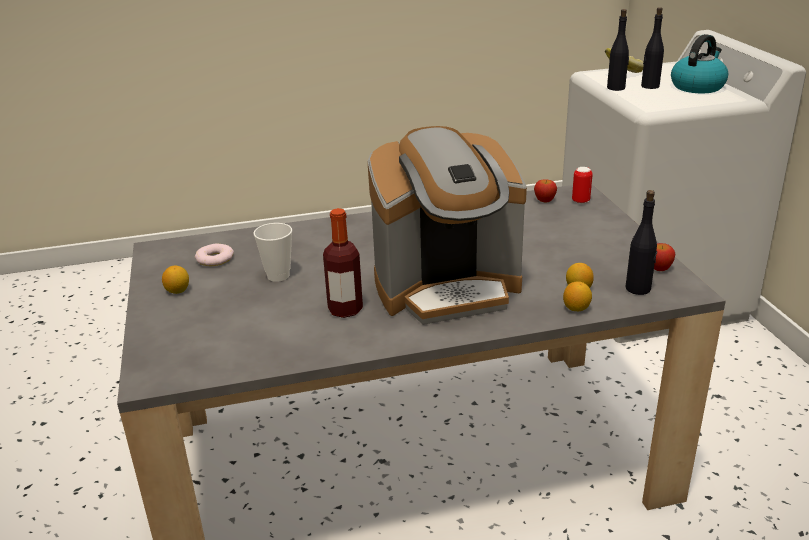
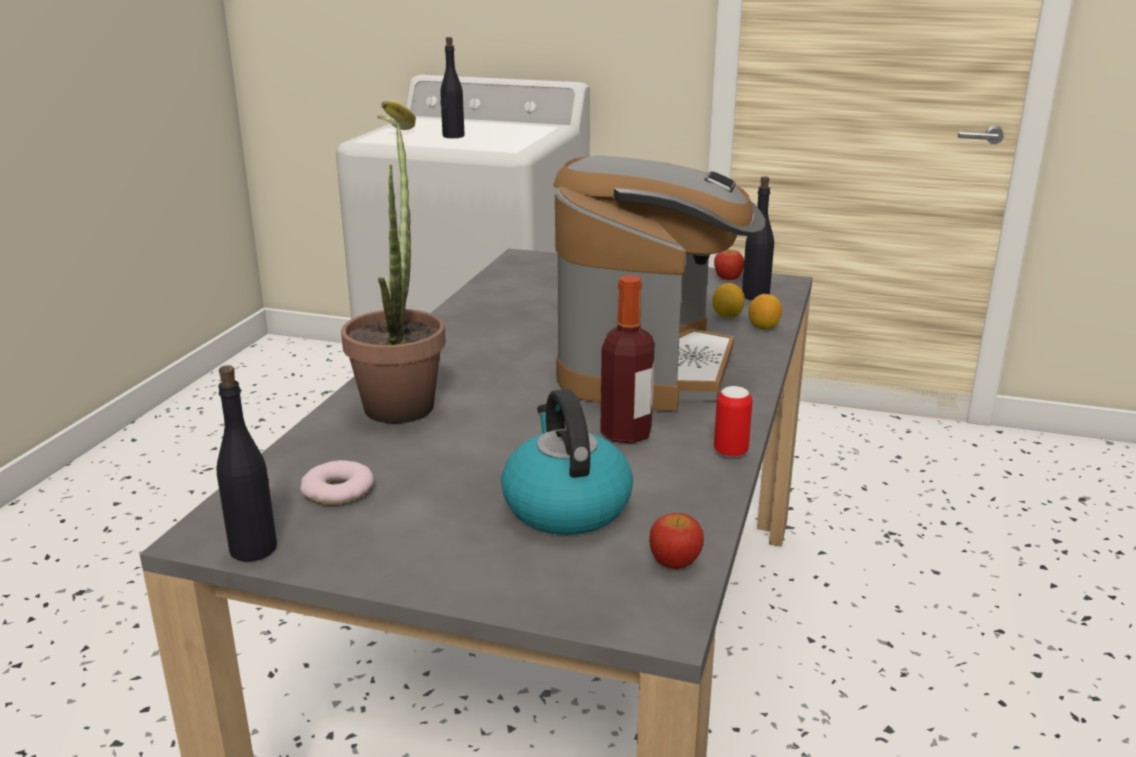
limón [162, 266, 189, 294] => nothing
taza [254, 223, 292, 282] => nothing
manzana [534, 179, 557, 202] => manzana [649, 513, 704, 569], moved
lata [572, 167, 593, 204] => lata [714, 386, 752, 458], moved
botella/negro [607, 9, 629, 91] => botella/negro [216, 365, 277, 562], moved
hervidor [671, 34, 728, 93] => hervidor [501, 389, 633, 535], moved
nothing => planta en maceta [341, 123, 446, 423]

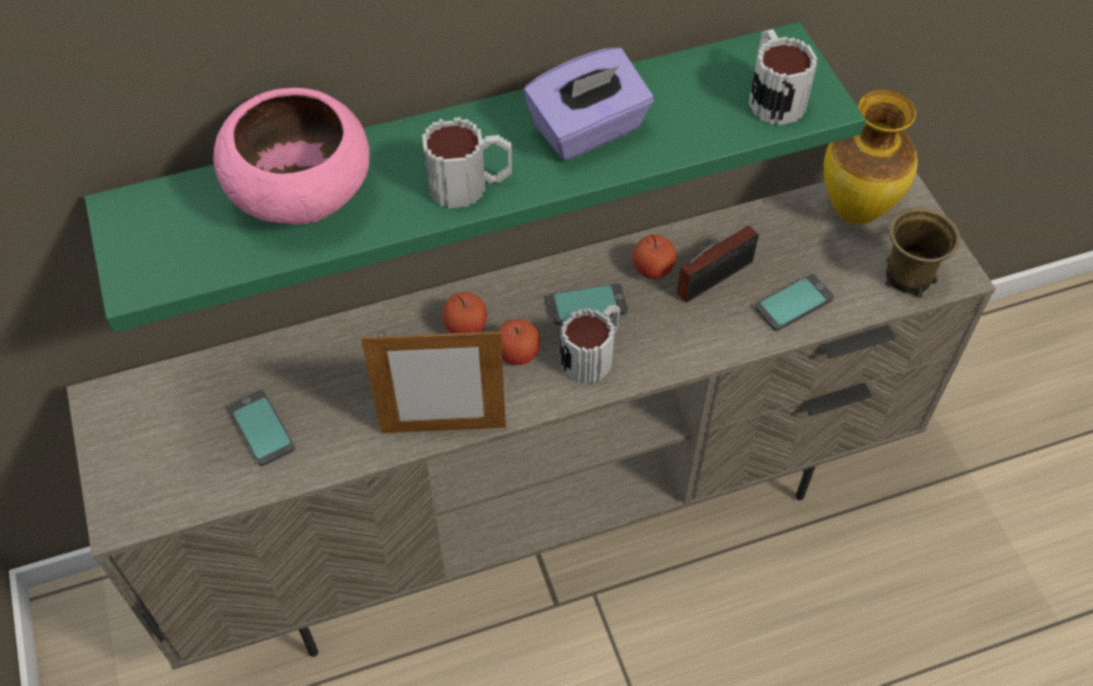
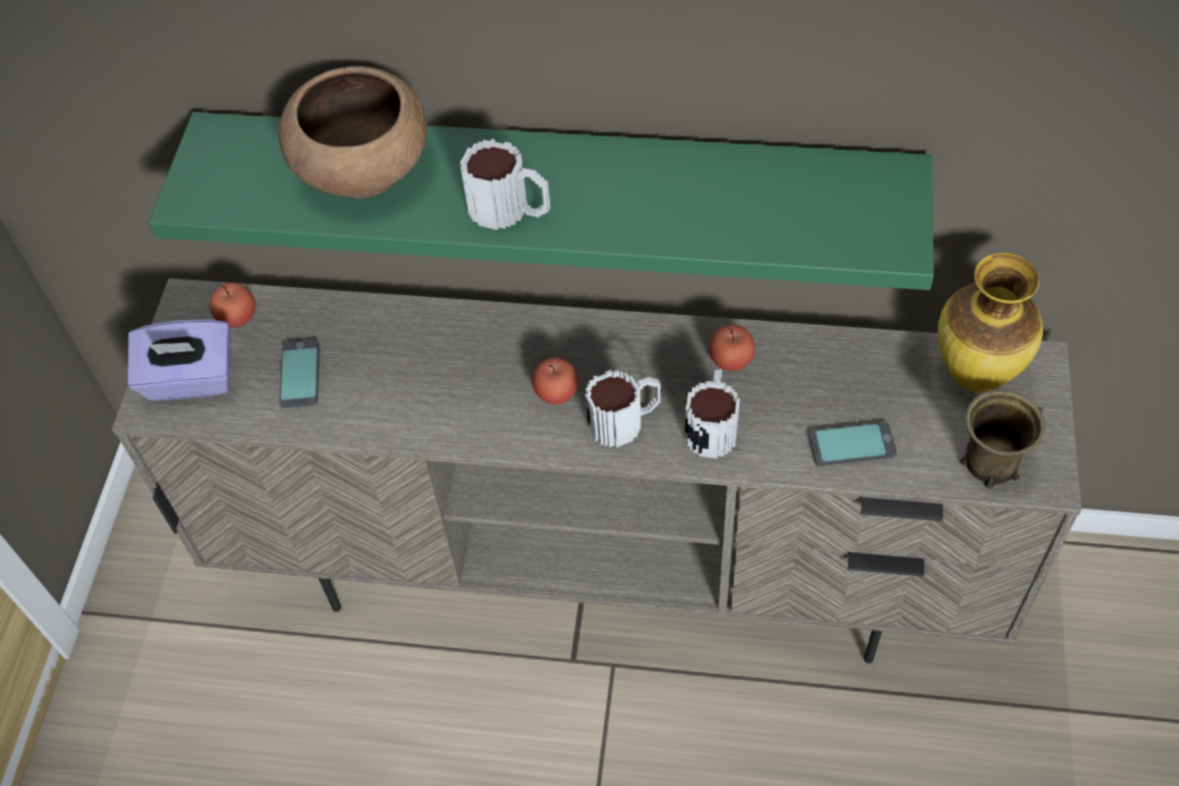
cuenco/rosa [213, 88, 370, 225] => cuenco/marrón [279, 66, 427, 198]
portarretratos [361, 328, 506, 433] => nothing
manzana [442, 292, 487, 333] => manzana [210, 283, 256, 328], moved
caja de pañuelos/morado [524, 47, 654, 161] => caja de pañuelos/morado [128, 320, 231, 401], moved
móvil [548, 283, 628, 325] => nothing
radio [677, 199, 766, 303] => nothing
taza grande [749, 29, 817, 125] => taza grande [685, 368, 740, 459], moved

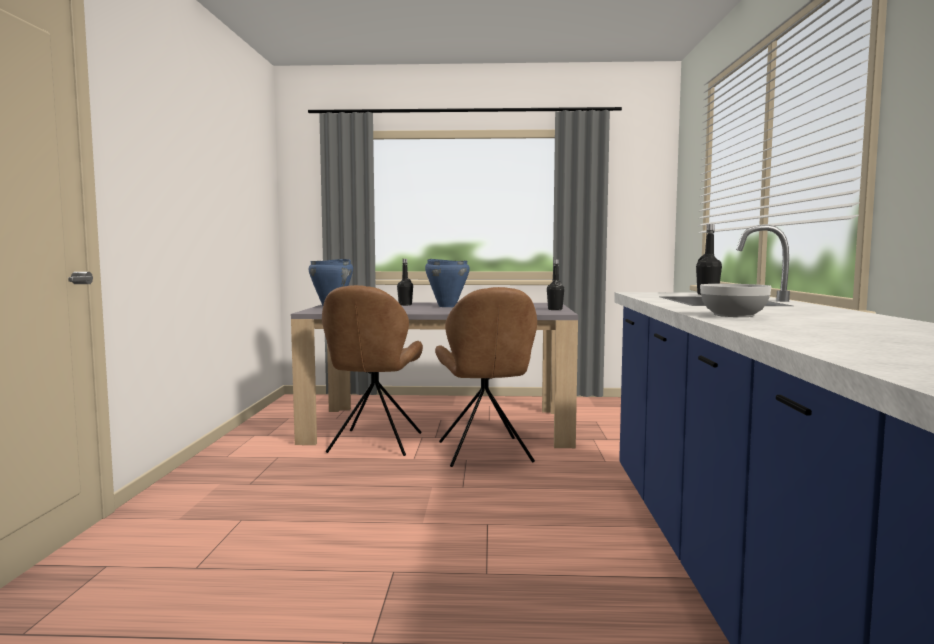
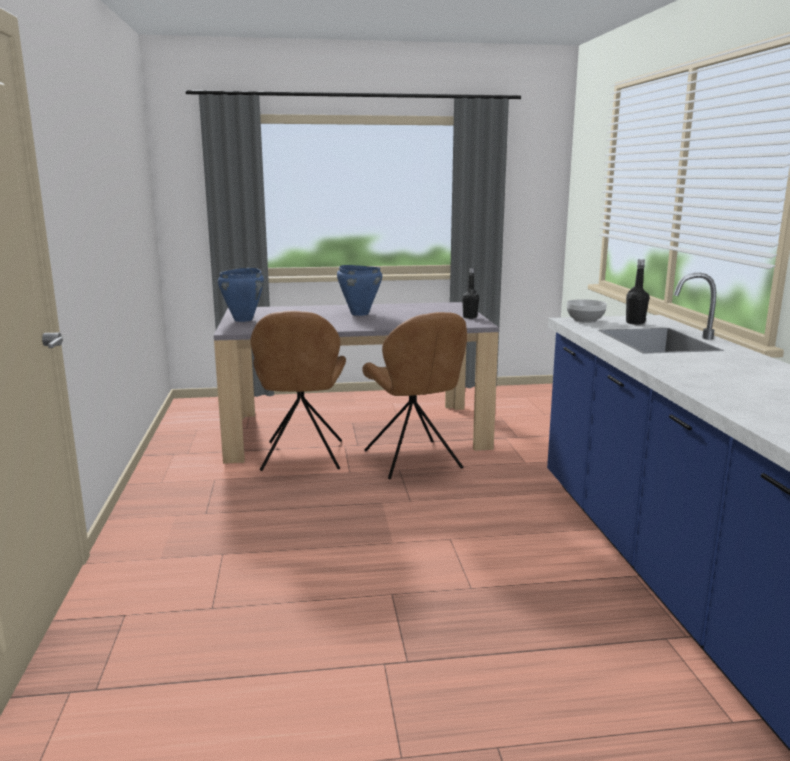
botella/negro [397, 259, 413, 306] => nothing
cuenco [700, 284, 771, 317] => cuenco [567, 299, 607, 323], moved

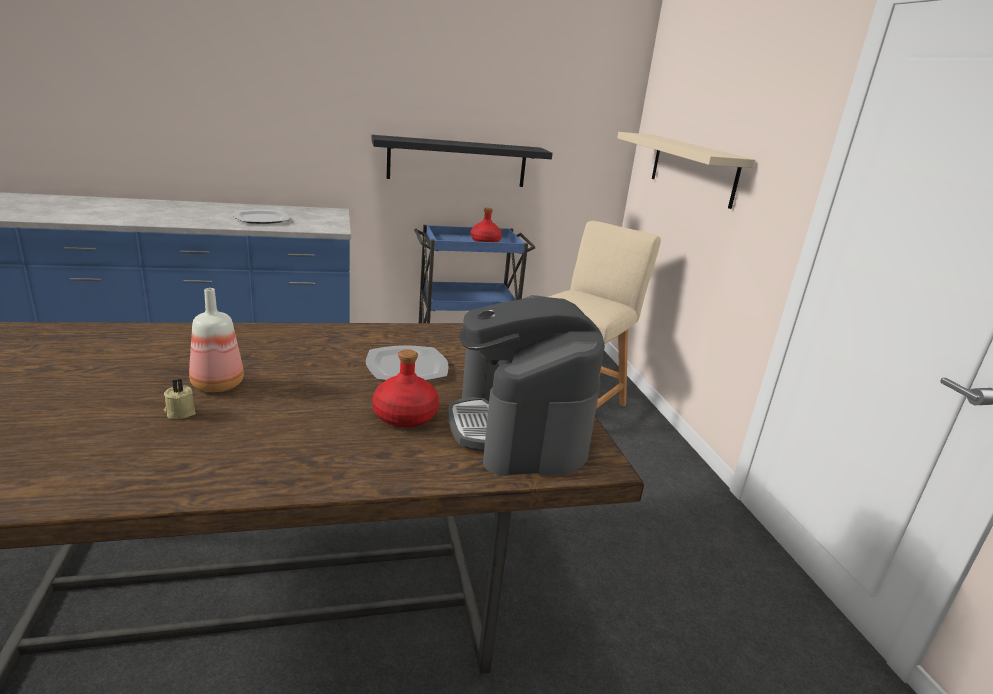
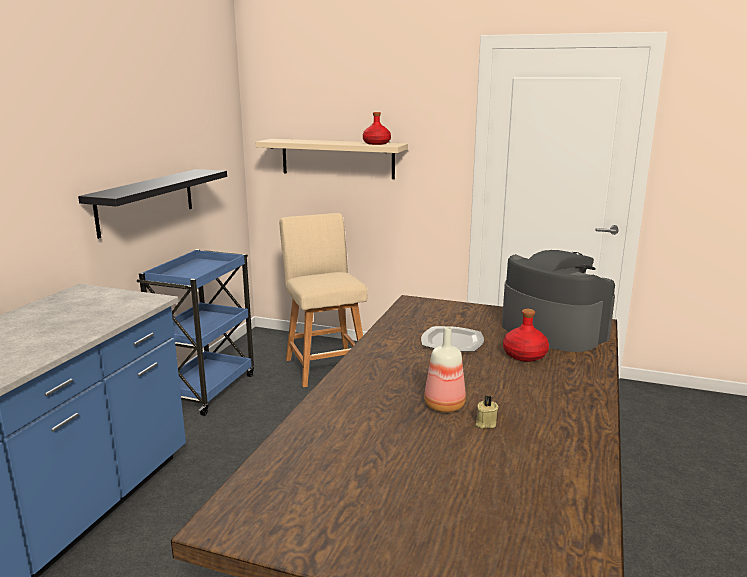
plato [233, 210, 289, 224] => nothing
cafetera [448, 295, 605, 476] => cafetera [502, 250, 615, 352], 150 degrees counterclockwise
botella/rojo [471, 208, 502, 242] => botella/rojo [363, 112, 391, 145], moved

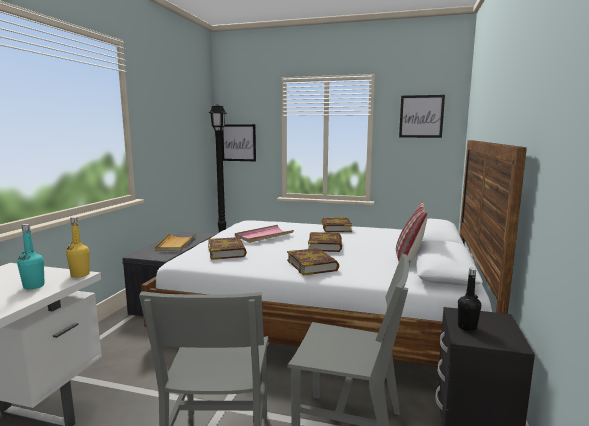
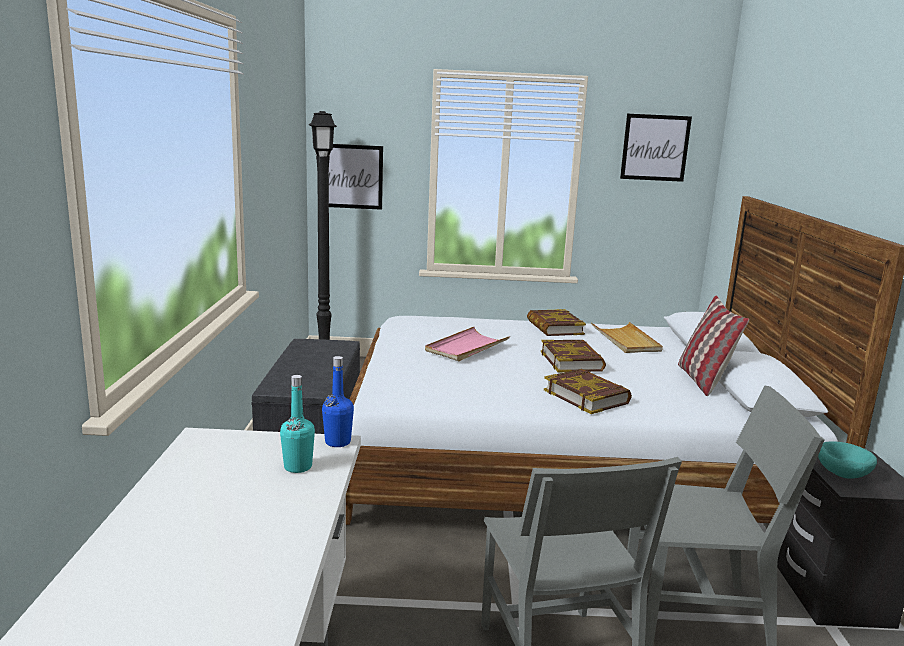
botella/amarillo [66, 217, 90, 278] => botella/azul [322, 356, 354, 447]
bandeja/beis [155, 233, 196, 251] => bandeja/beis [591, 322, 663, 353], moved
libro [208, 237, 247, 260] => nothing
botella/negro [458, 268, 481, 332] => cuenco/turquesa [818, 441, 877, 478]

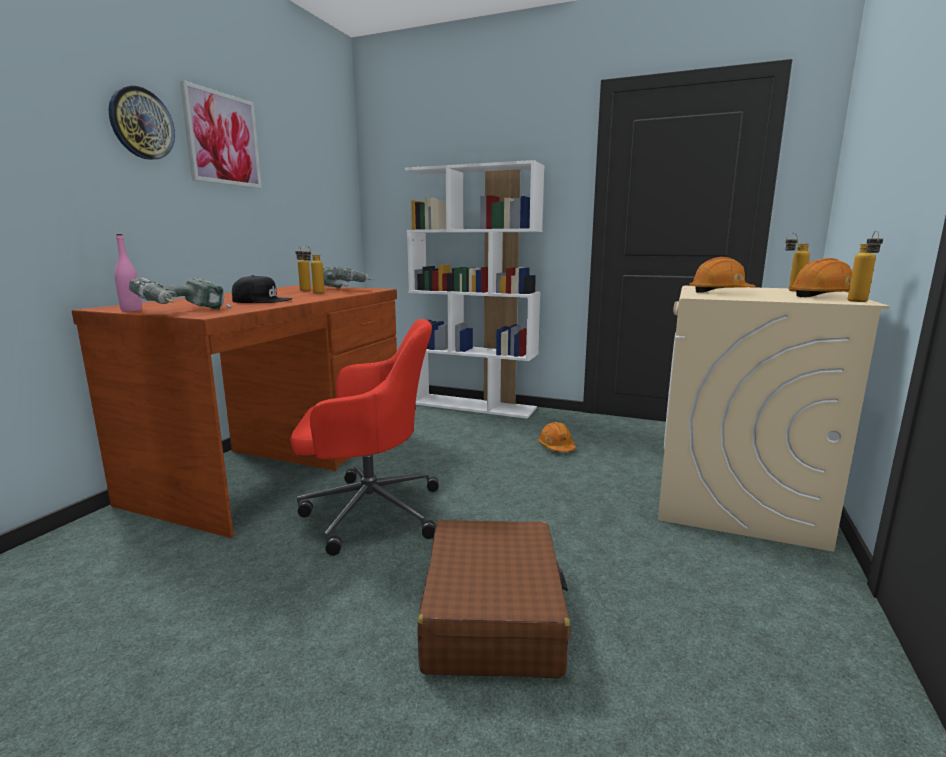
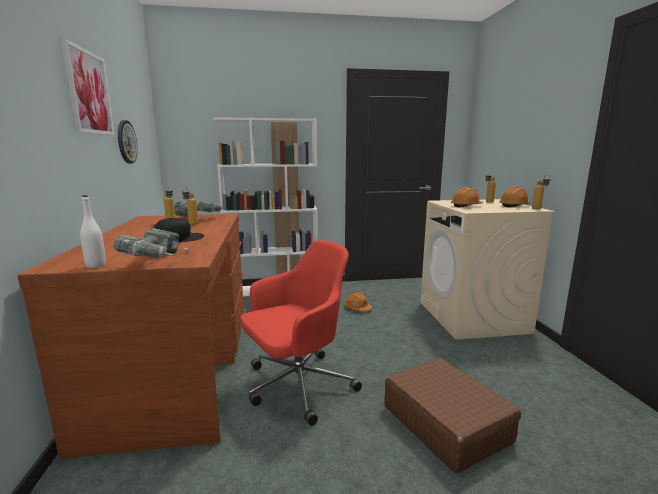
reloj de pared [109, 86, 175, 160] => reloj de pared [118, 120, 138, 164], moved
botella/rosa [115, 234, 142, 312] => botella/blanco [80, 195, 106, 268]

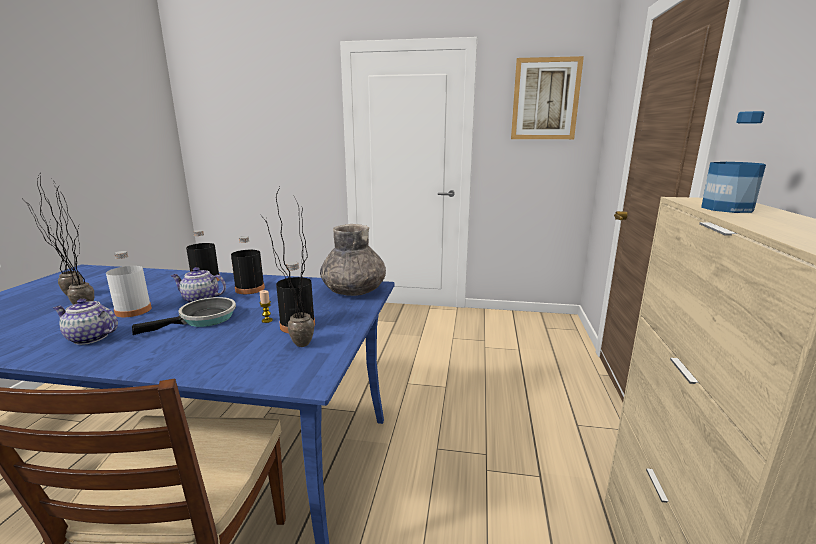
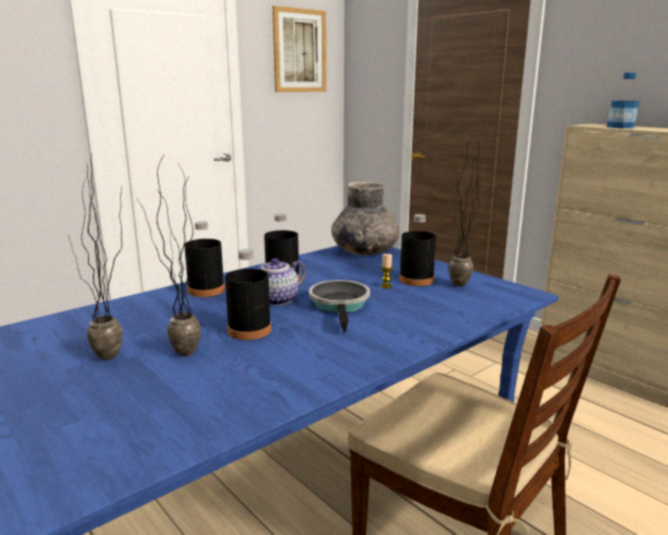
tetera [53, 299, 118, 345] => nothing
botella/blanco [106, 251, 152, 317] => botella/negro [225, 249, 271, 340]

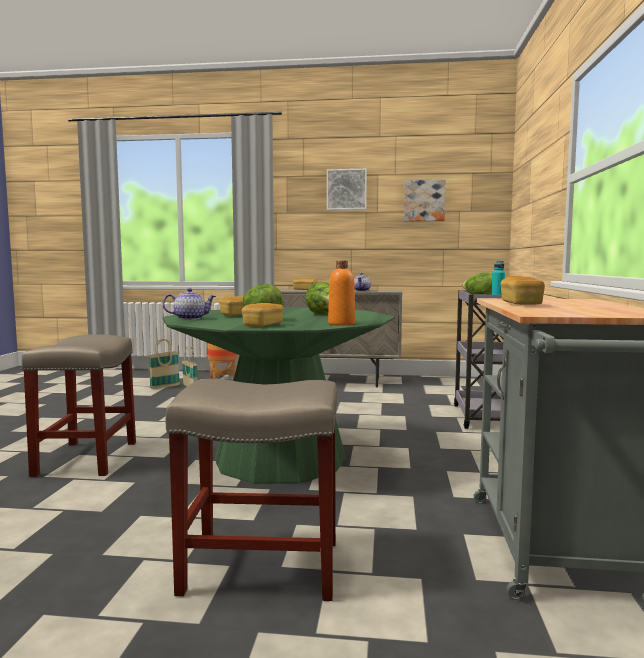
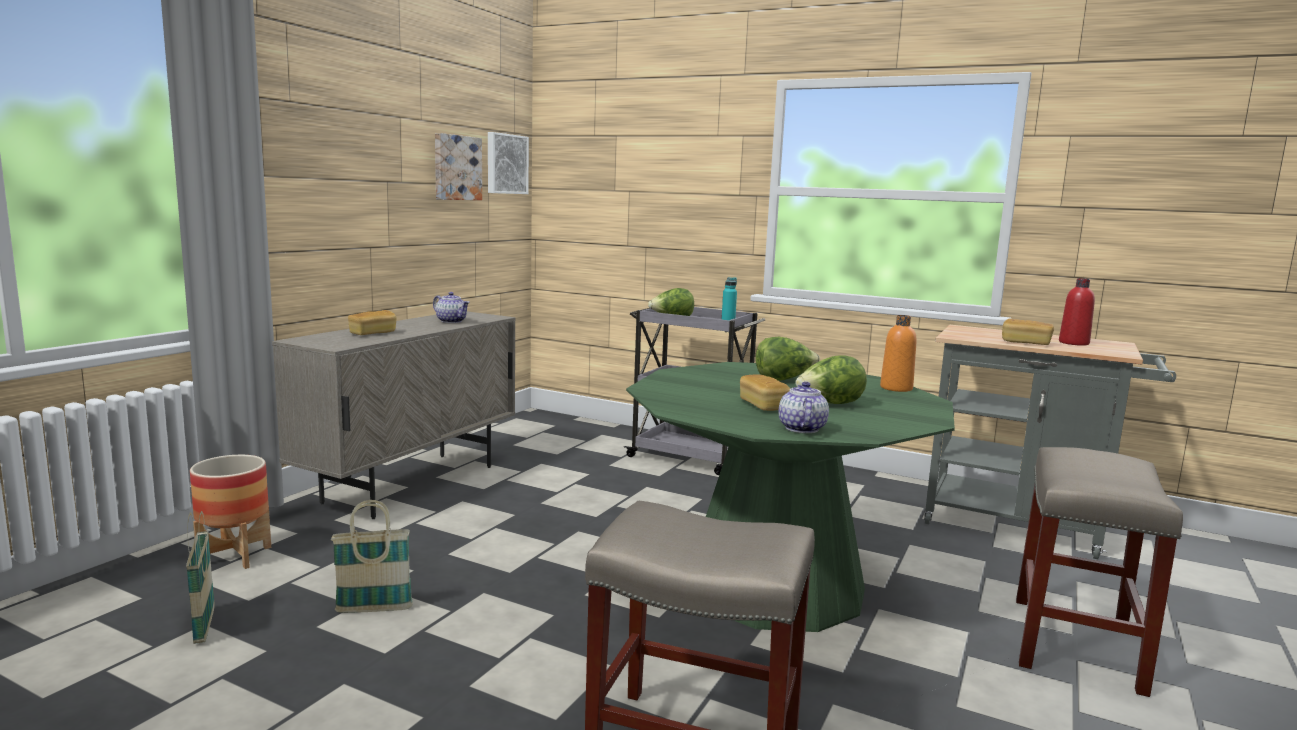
pan [242, 303, 283, 327] => nothing
cuadro [327, 169, 367, 210] => cuadro [488, 132, 529, 194], moved
nothing => botella/rojo [1059, 278, 1095, 346]

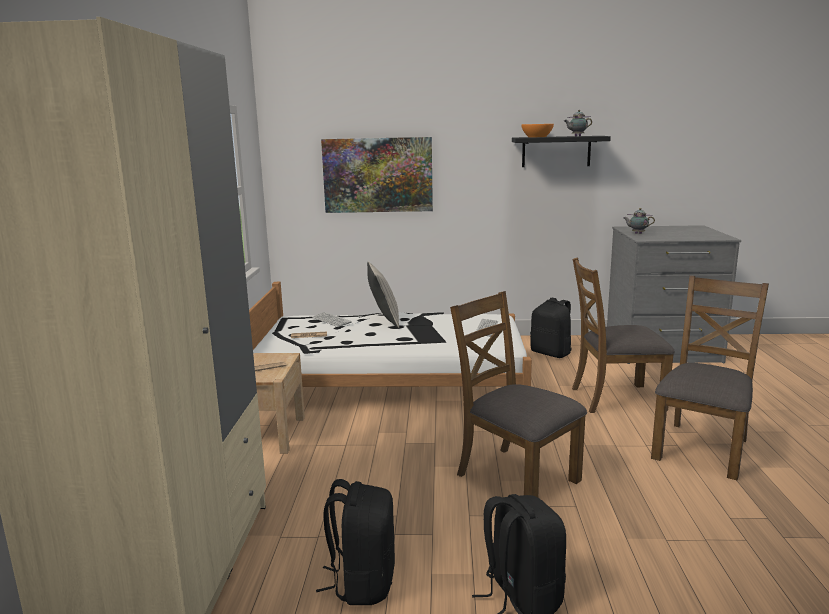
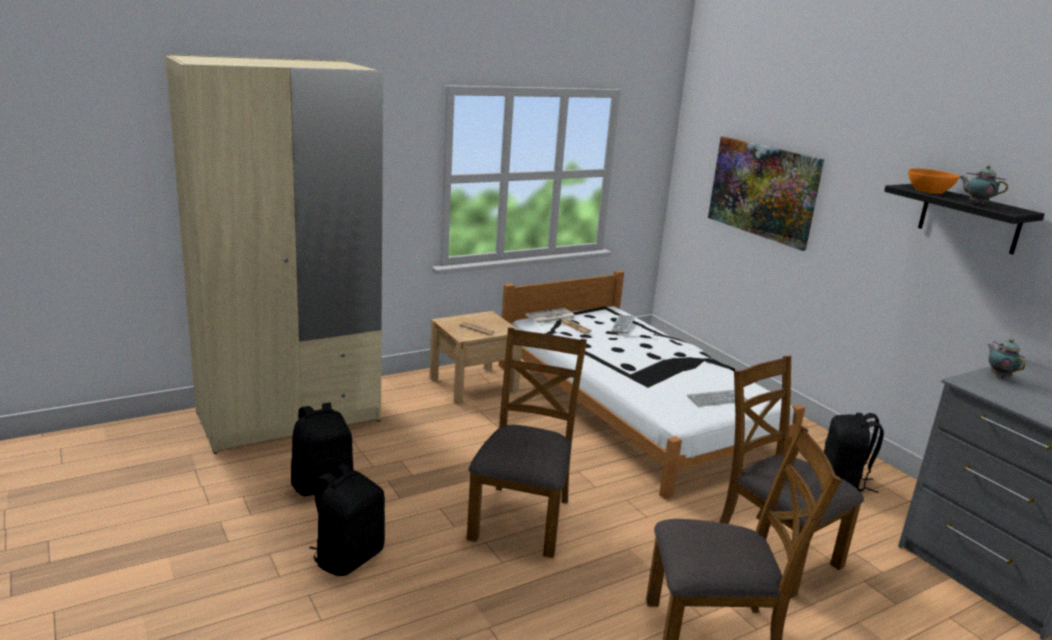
cojín/beis [367, 262, 399, 329] => nothing
nothing => periódico [525, 308, 575, 324]

